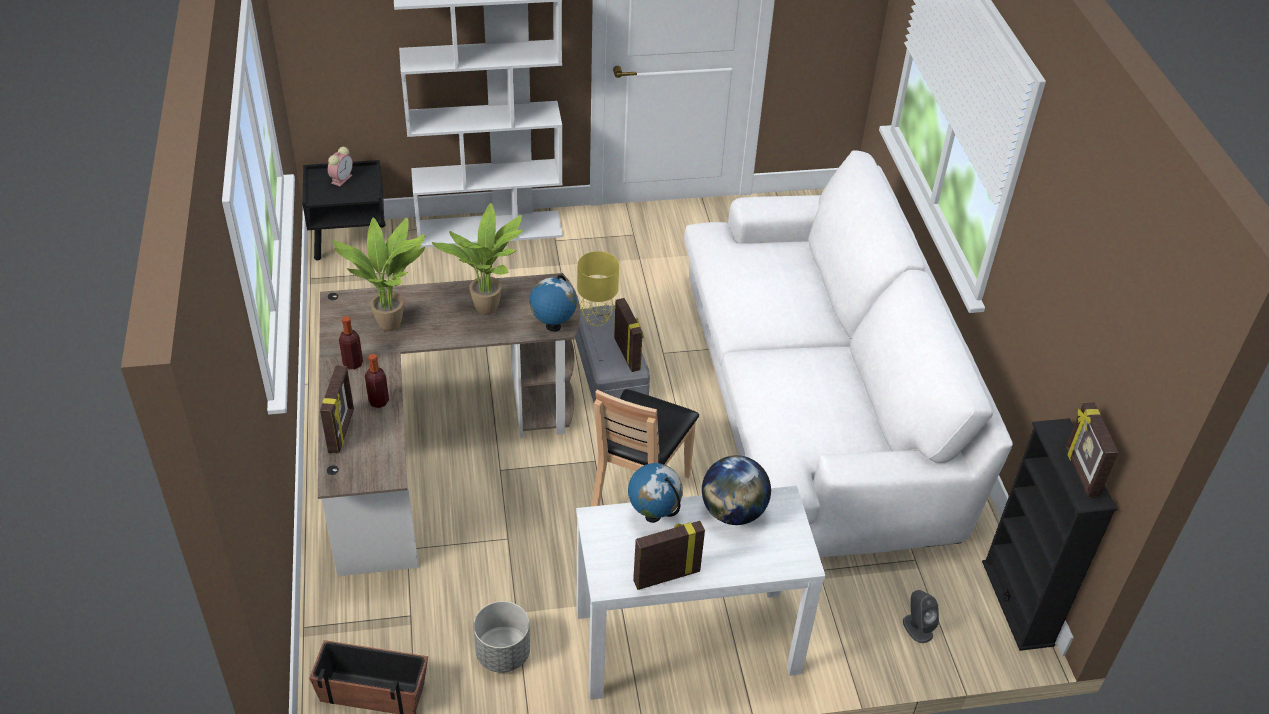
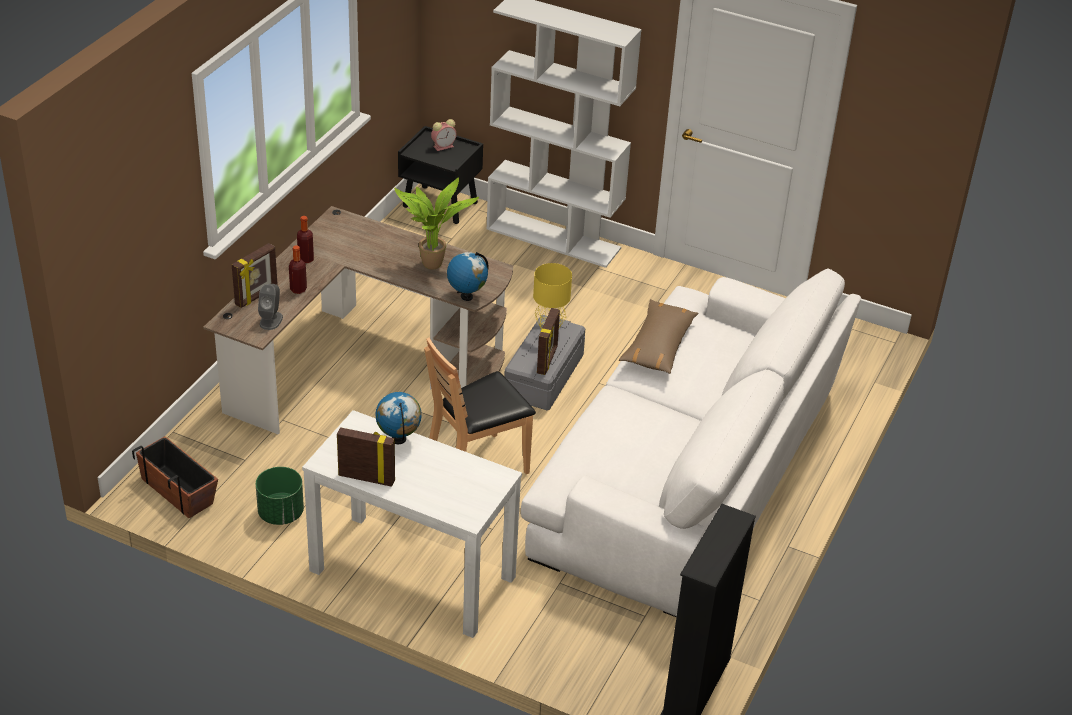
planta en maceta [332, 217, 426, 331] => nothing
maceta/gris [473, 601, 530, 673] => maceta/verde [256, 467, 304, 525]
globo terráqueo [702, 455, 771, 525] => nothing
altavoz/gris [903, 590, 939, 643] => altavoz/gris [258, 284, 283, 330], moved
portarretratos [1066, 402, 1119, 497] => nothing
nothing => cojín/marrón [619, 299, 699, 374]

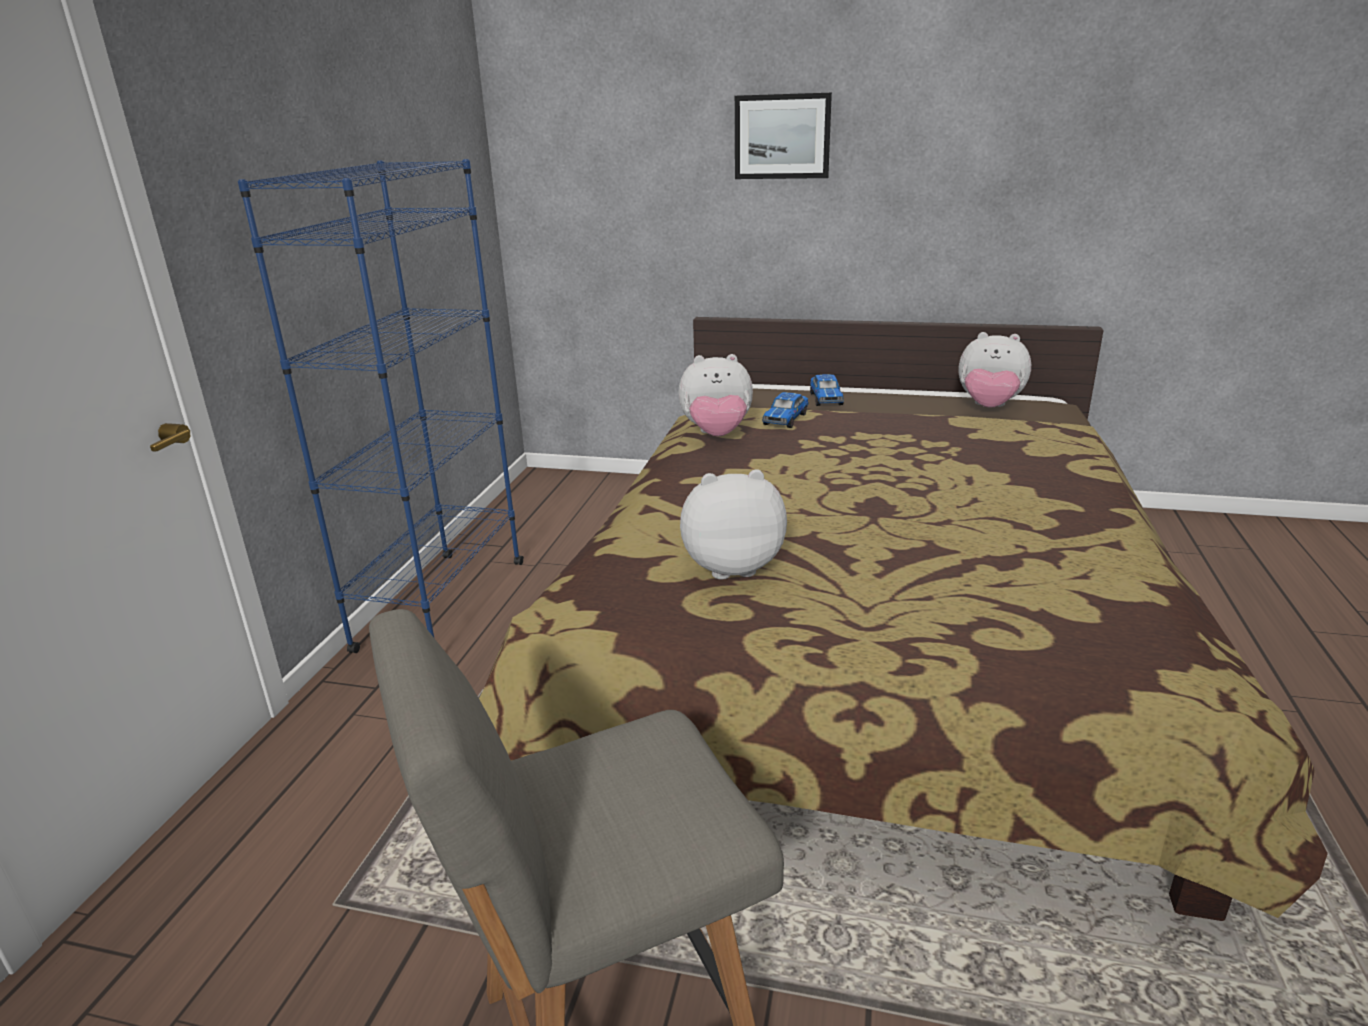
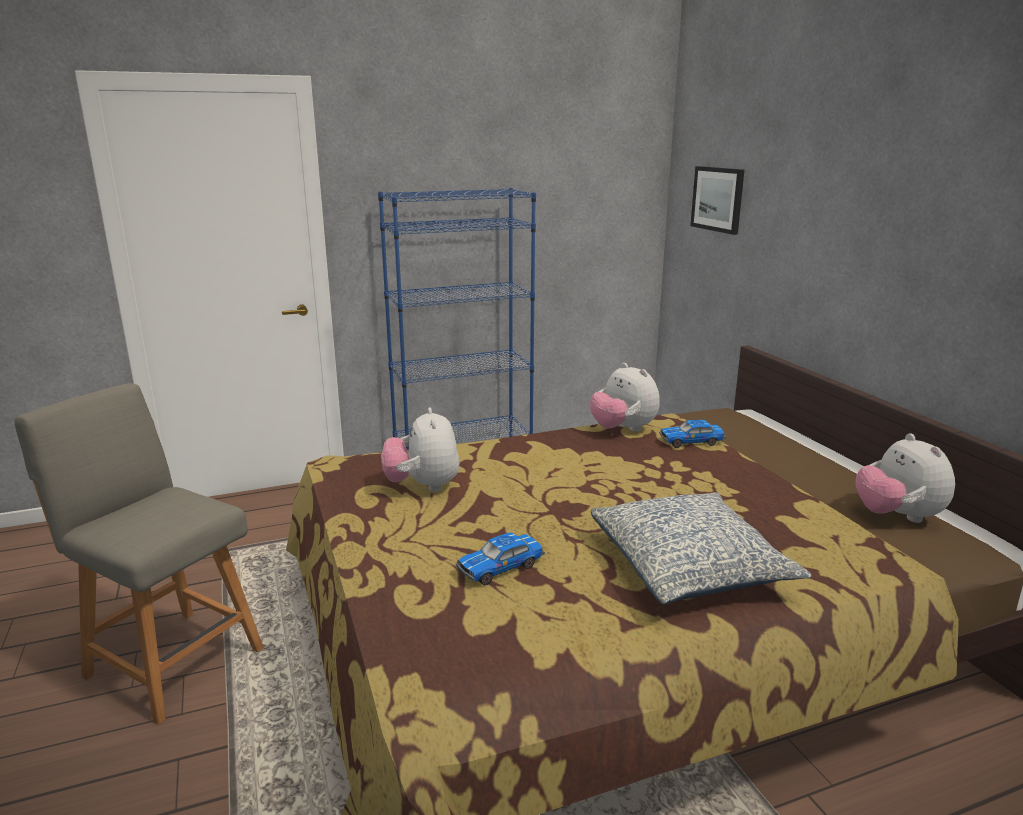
peluche [680, 469, 787, 579] => peluche [381, 408, 459, 492], 150 degrees counterclockwise
cuadro [735, 93, 832, 179] => cuadro [690, 166, 744, 235], moved
coche de juguete [810, 374, 844, 406] => coche de juguete [456, 532, 545, 585], moved
nothing => cojín [591, 492, 812, 604]

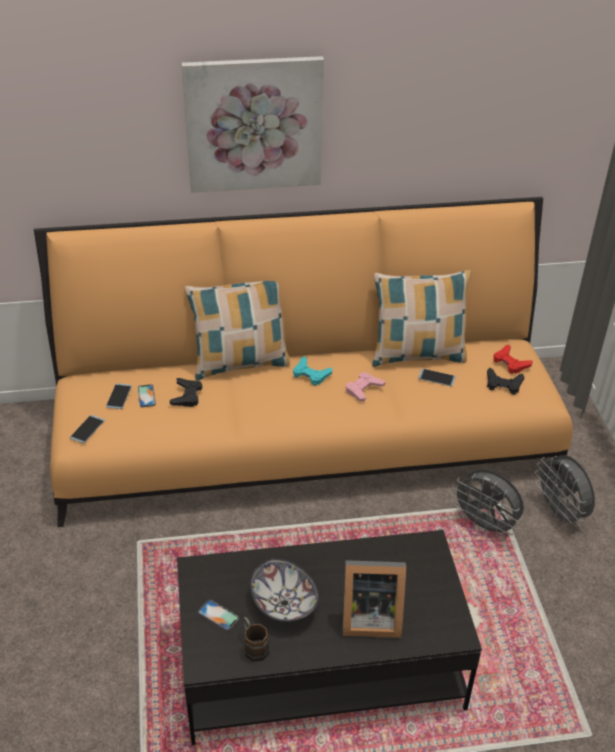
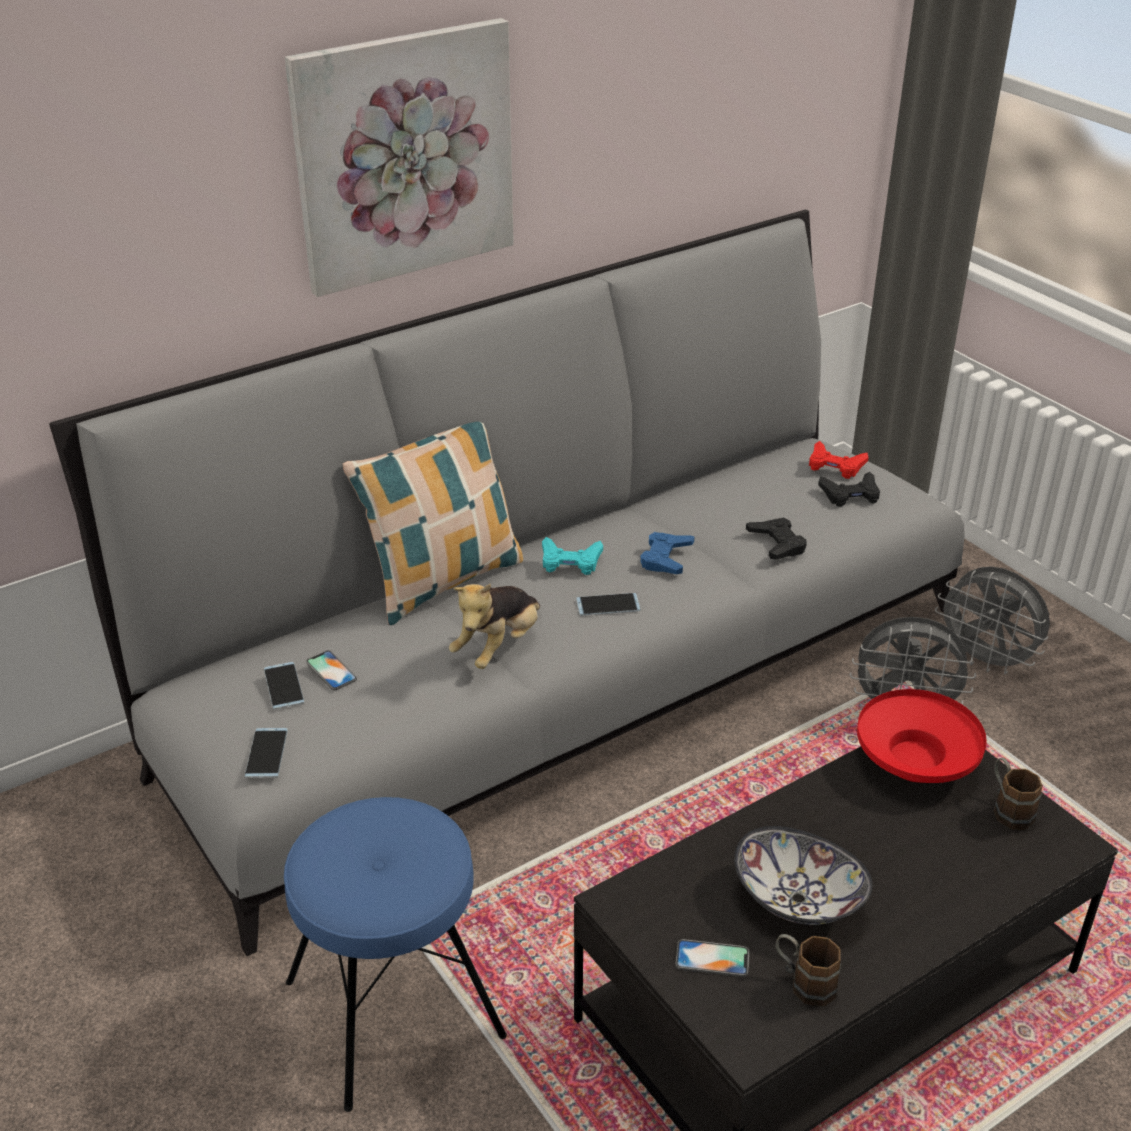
sofá/naranja [34, 197, 573, 527] => sofá/gris [49, 210, 965, 956]
mando de consola/negro [170, 378, 202, 407] => mando de consola/negro [746, 518, 807, 560], moved
portarretratos [342, 560, 406, 638] => nothing
mando de consola/rosa [346, 372, 385, 402] => mando de consola/azul [640, 532, 694, 574]
cojín [372, 270, 472, 367] => nothing
móvil [418, 369, 456, 386] => móvil [576, 593, 640, 615], moved
nothing => taburete/azul [284, 797, 507, 1112]
nothing => peluche [449, 583, 540, 669]
nothing => cuenco/rojo [857, 689, 987, 783]
nothing => taza grande/marrón [994, 758, 1043, 829]

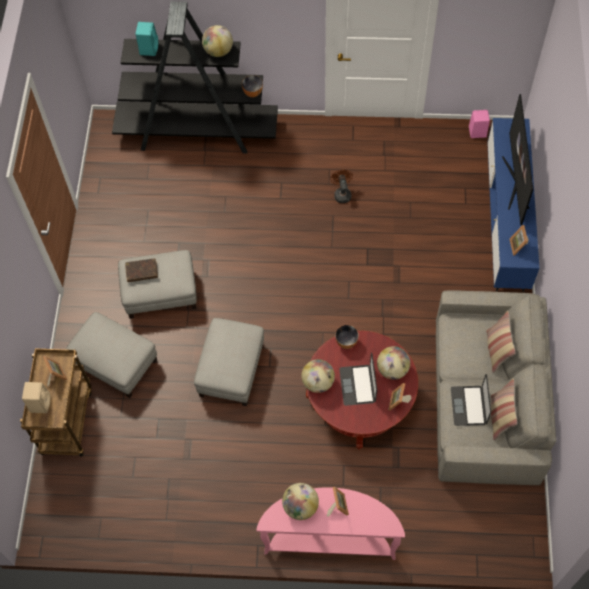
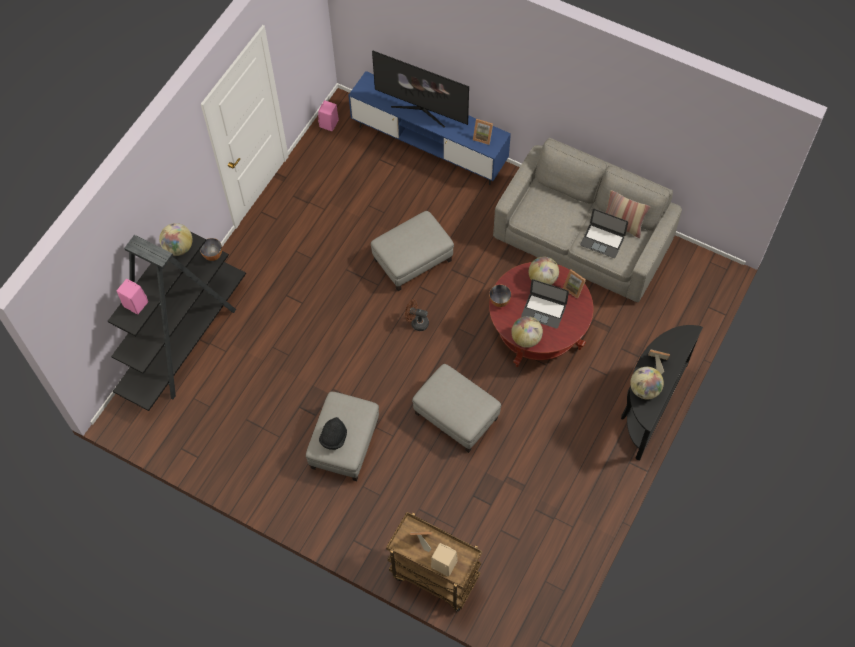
puf/gris [65, 312, 157, 398] => puf/gris [371, 211, 454, 291], moved
libro/marrón [125, 258, 158, 282] => sombrero/negro [319, 417, 347, 450]
altavoz/turquesa [135, 22, 158, 56] => altavoz/rosa [117, 279, 148, 315]
mesa consola/rosa [256, 487, 405, 560] => mesa consola/negro [621, 325, 703, 461]
ventilador/marrón [330, 169, 353, 203] => ventilador/marrón [405, 299, 429, 331], moved
cojín [486, 311, 516, 373] => nothing

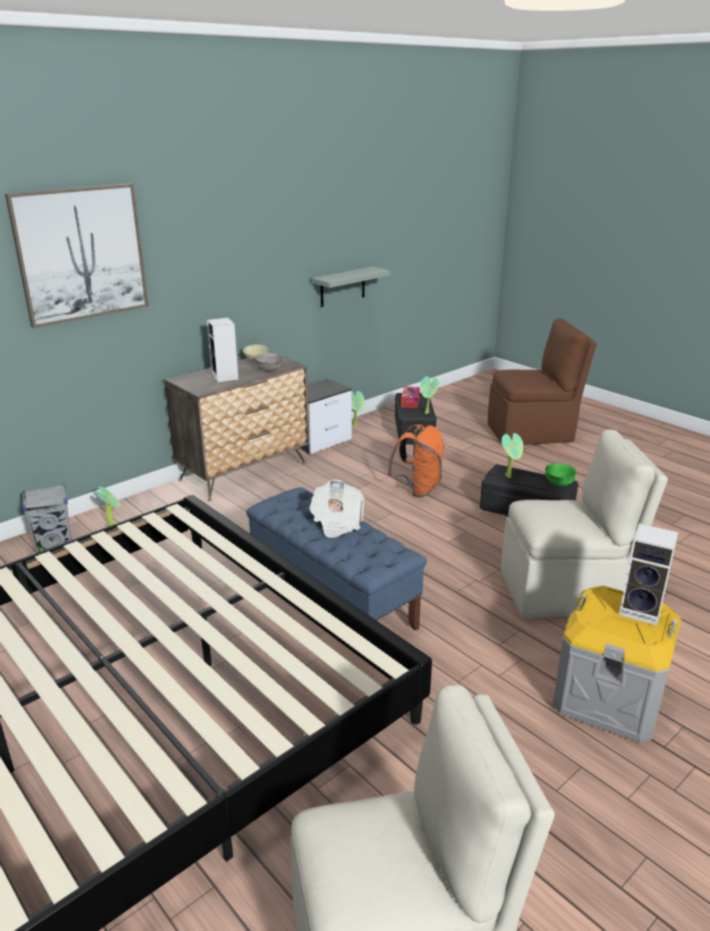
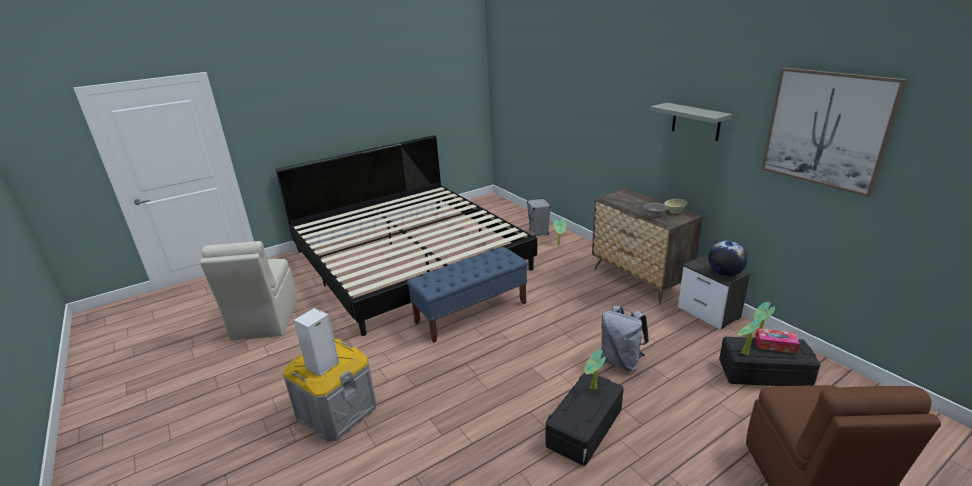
cuadro [5, 183, 149, 328] => cuadro [761, 68, 907, 197], moved
altavoz [207, 318, 239, 383] => nothing
periódico [309, 479, 365, 538] => nothing
estante/gris [312, 267, 390, 307] => estante/gris [650, 103, 732, 141], moved
mochila/naranja [387, 424, 444, 497] => mochila/gris [601, 306, 649, 371]
silla/beis [501, 429, 668, 619] => nothing
cuenco/verde [545, 464, 577, 486] => nothing
nothing => globo terráqueo [708, 241, 747, 277]

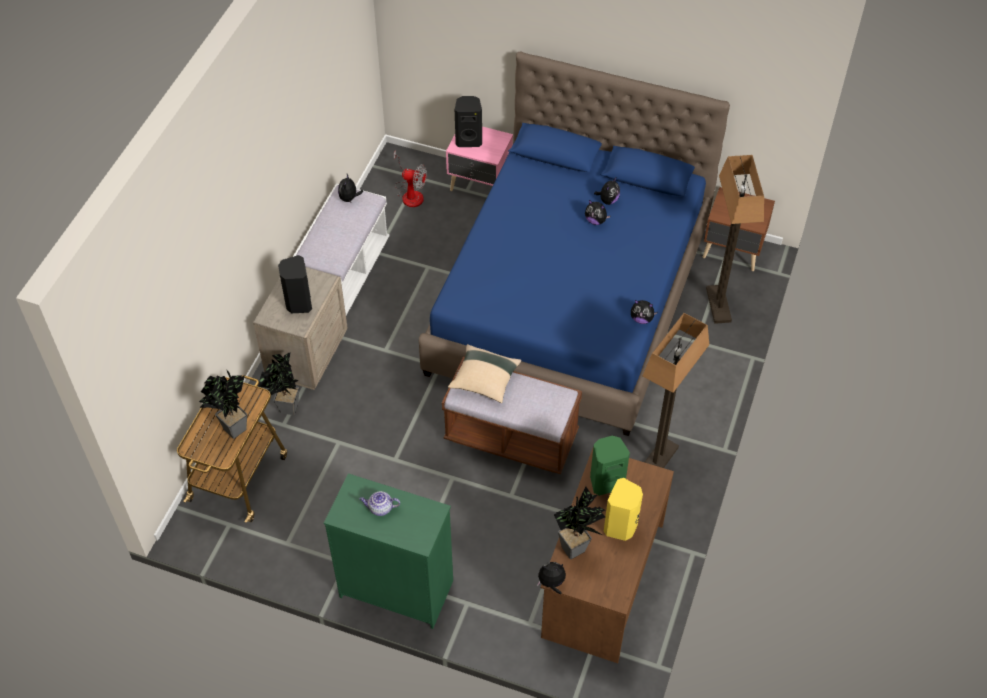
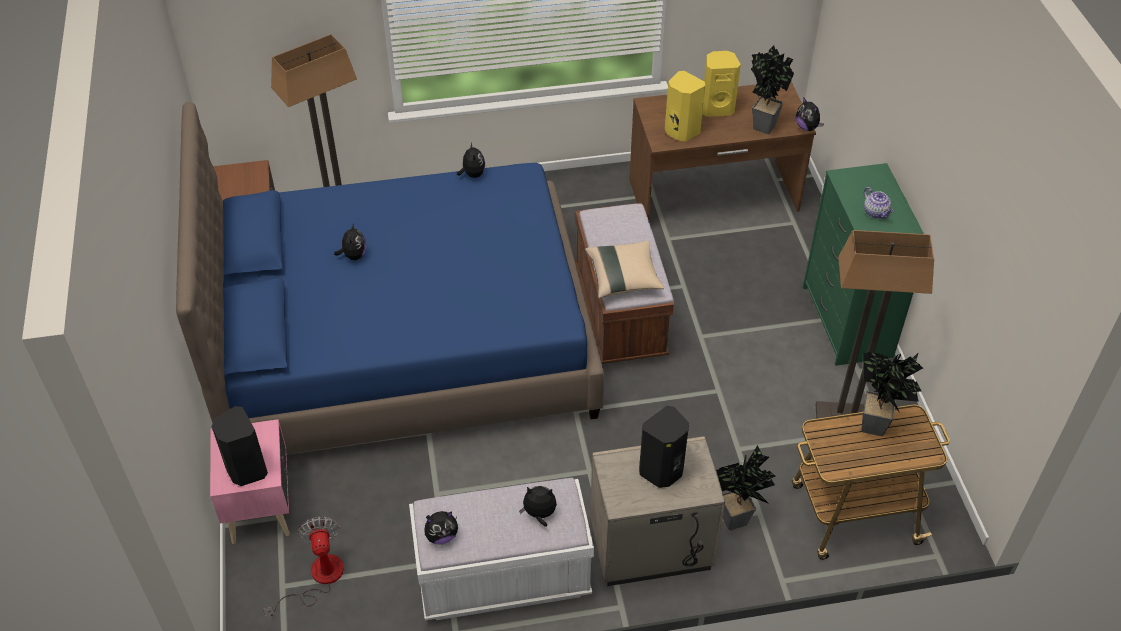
altavoz/verde [590, 436, 630, 496] => altavoz/amarillo [665, 71, 705, 141]
peluche [594, 178, 620, 205] => peluche [519, 486, 557, 527], moved
lámpara de pie [643, 313, 709, 468] => lámpara de pie [816, 230, 934, 419], moved

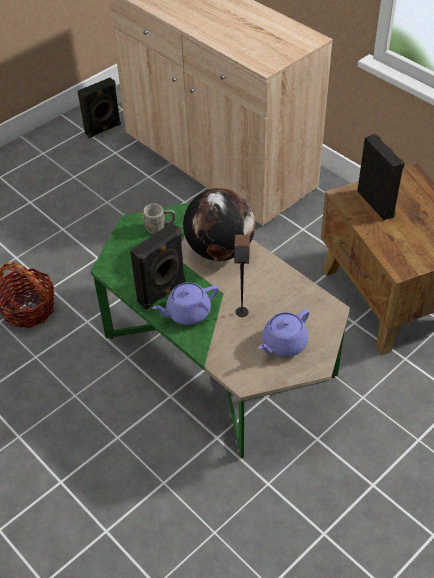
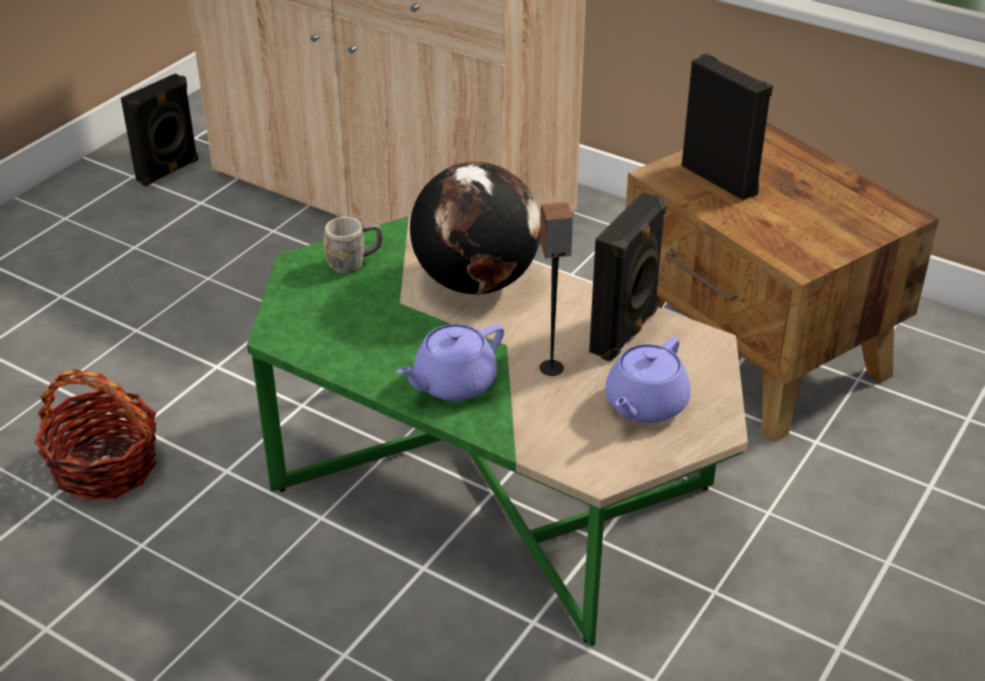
altavoz/negro [130, 223, 185, 310] => altavoz/negro [589, 192, 667, 361], moved

